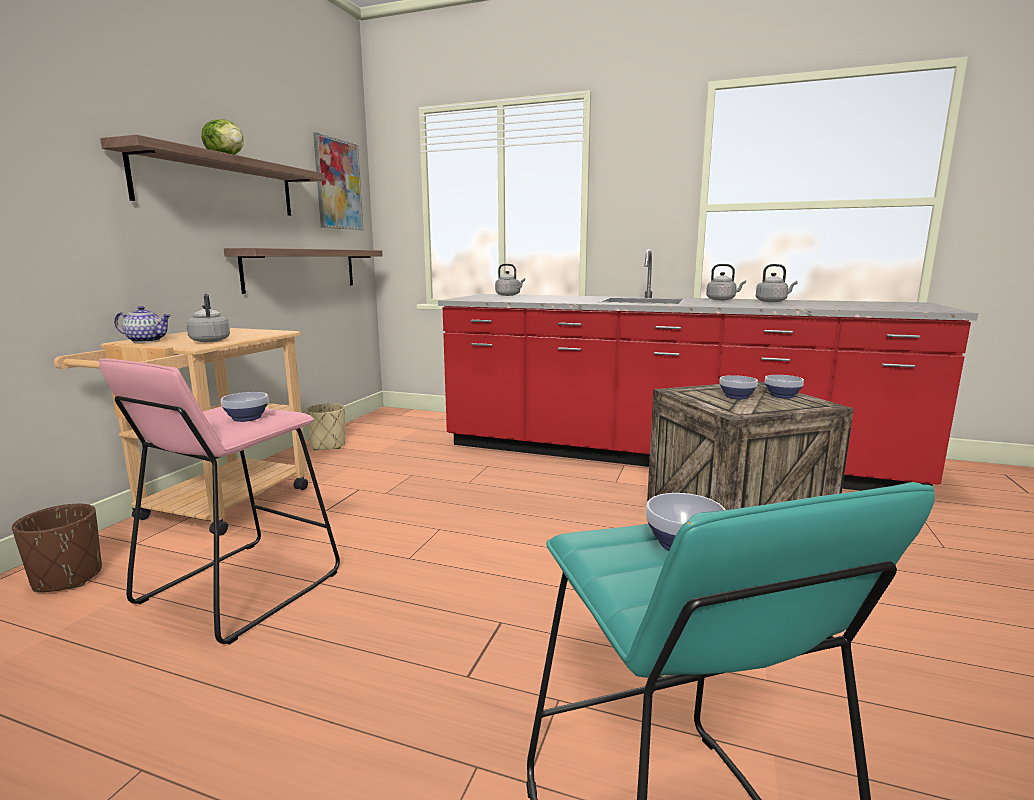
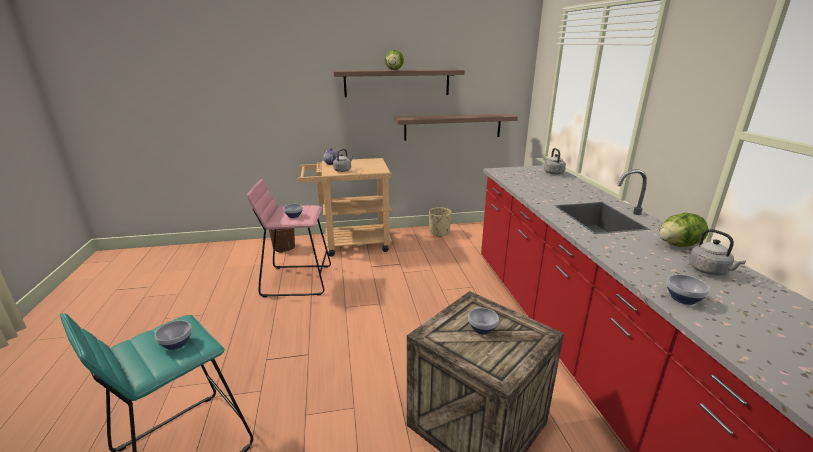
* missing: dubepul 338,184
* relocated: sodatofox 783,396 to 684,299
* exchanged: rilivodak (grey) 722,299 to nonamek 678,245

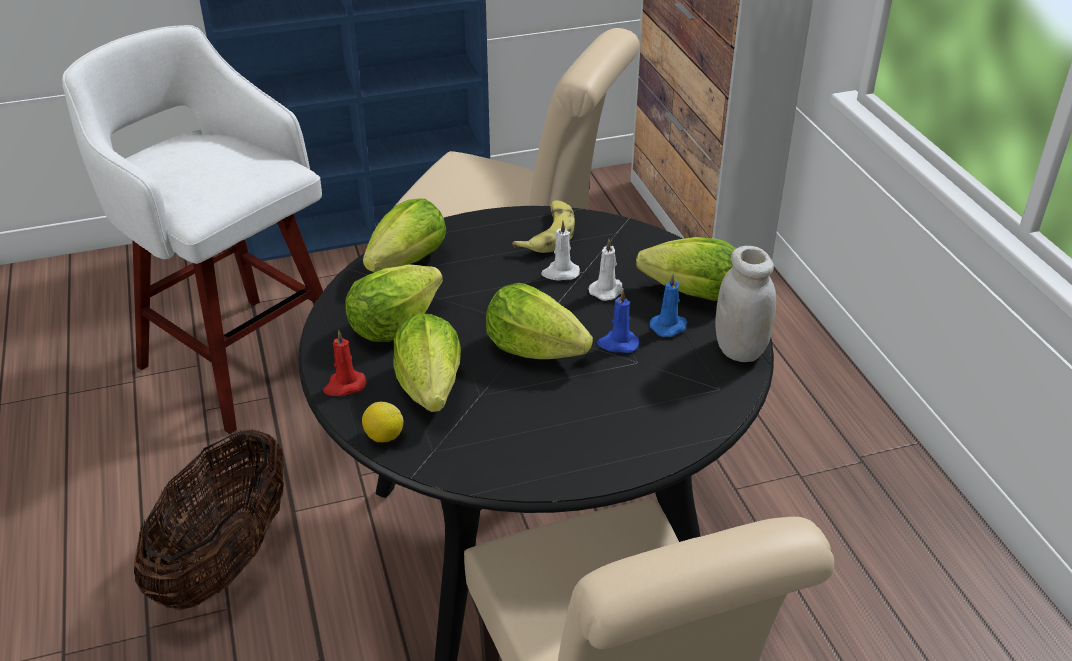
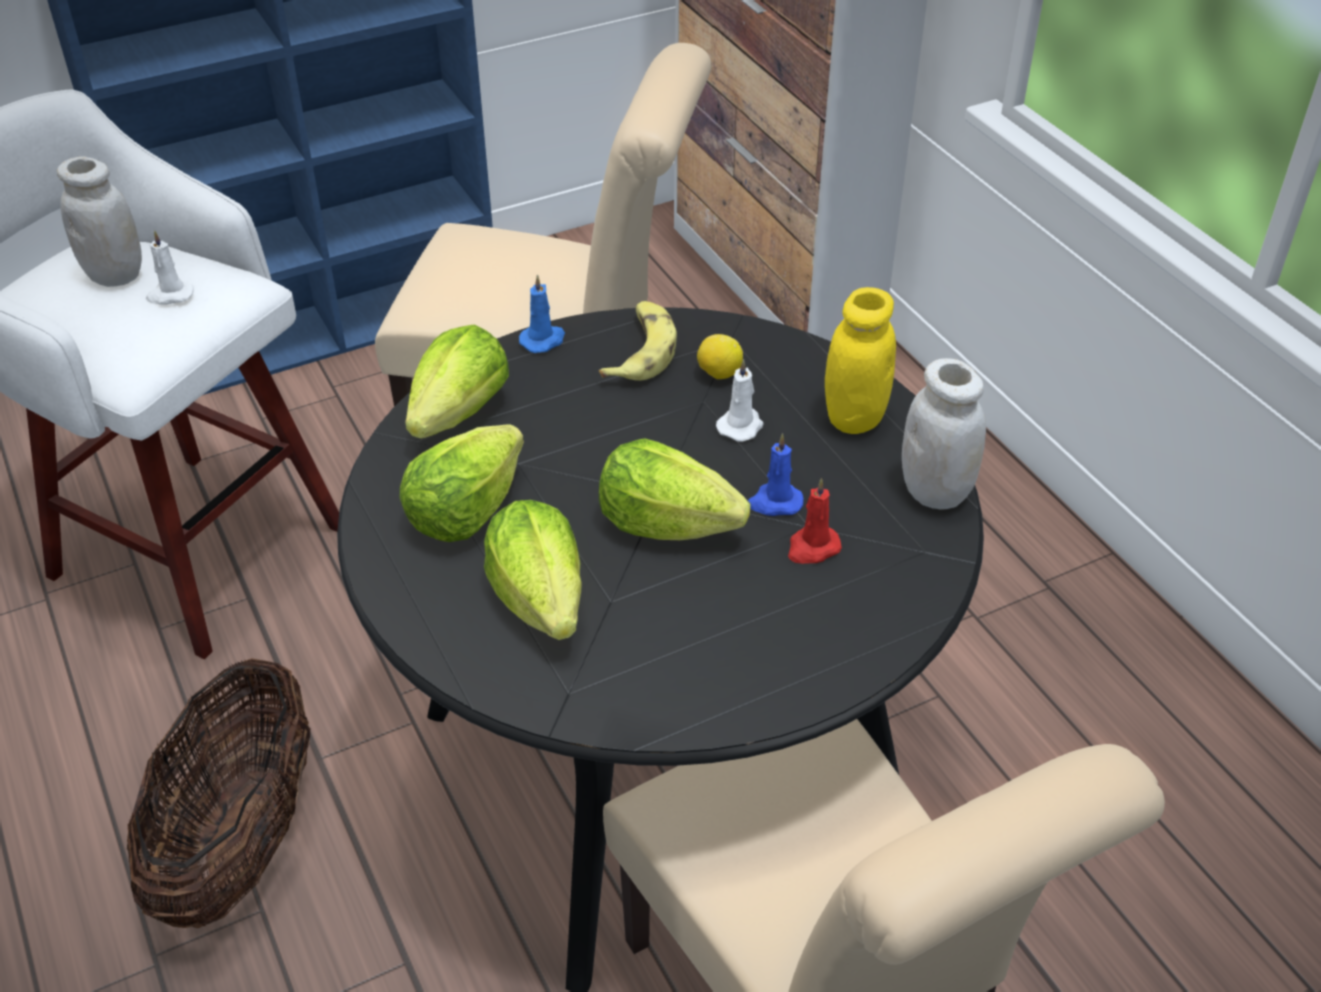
* appeared: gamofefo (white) 115,275
* relocated: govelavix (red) 344,386 to 812,548
* relocated: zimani 383,436 to 719,374
* relocated: govelavix (white) 560,273 to 170,295
* relocated: govelavix (blue) 669,326 to 543,340
* exchanged: nonamek 692,293 to gamofefo (yellow) 854,417

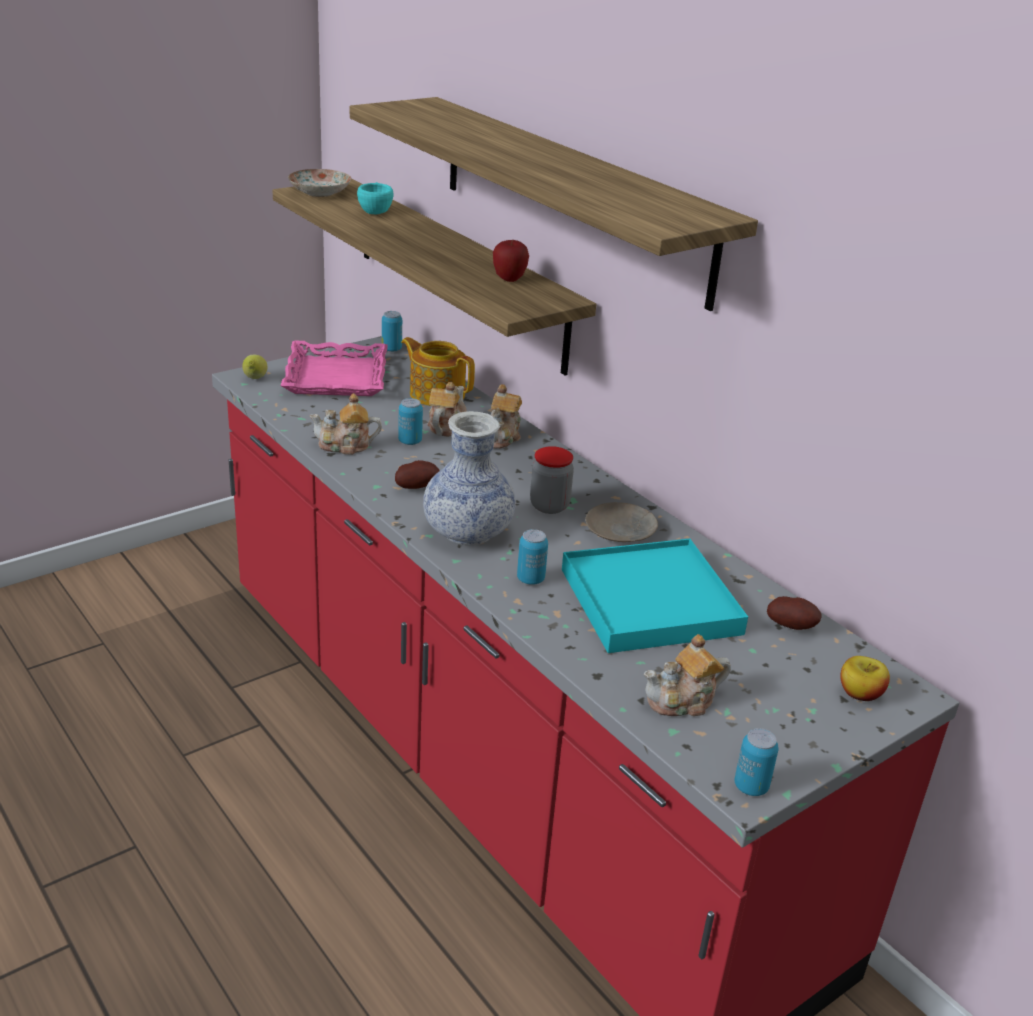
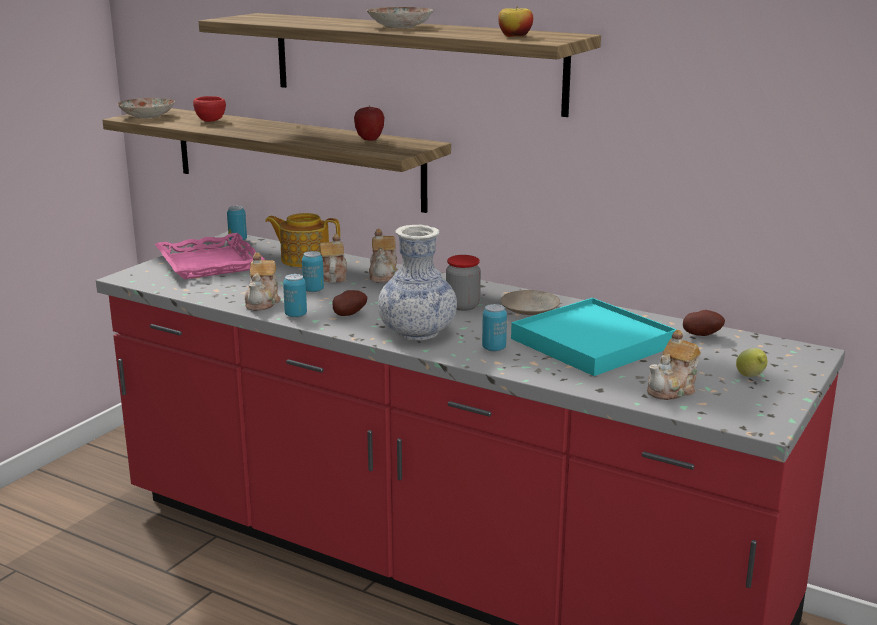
* appeared: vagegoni 400,27
* relocated: zimani 255,379 to 751,377
* relocated: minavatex 751,786 to 296,315
* relocated: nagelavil 860,694 to 515,36
* colour: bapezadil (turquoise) 375,211 to bapezadil (red) 209,120
* spun: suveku 345,446 = 263,302 60 degrees counterclockwise

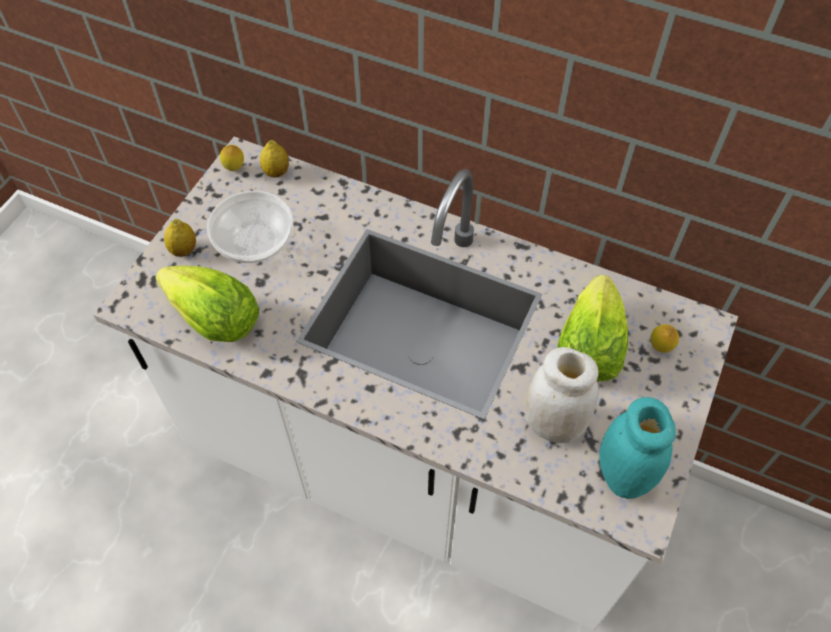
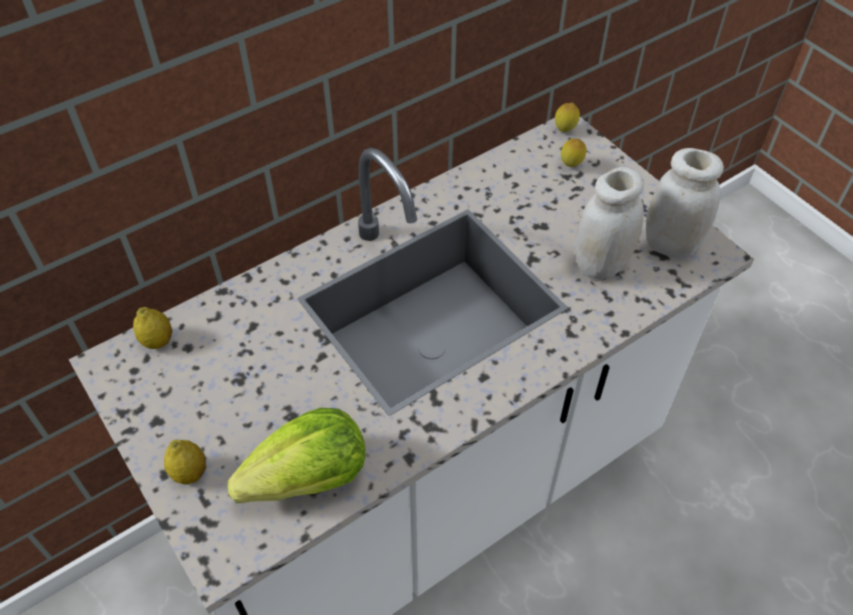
* missing: sodatofox 255,243
* missing: nonamek 589,348
* relocated: zimani 234,169 to 565,130
* colour: gamofefo (turquoise) 623,474 to gamofefo (white) 670,244

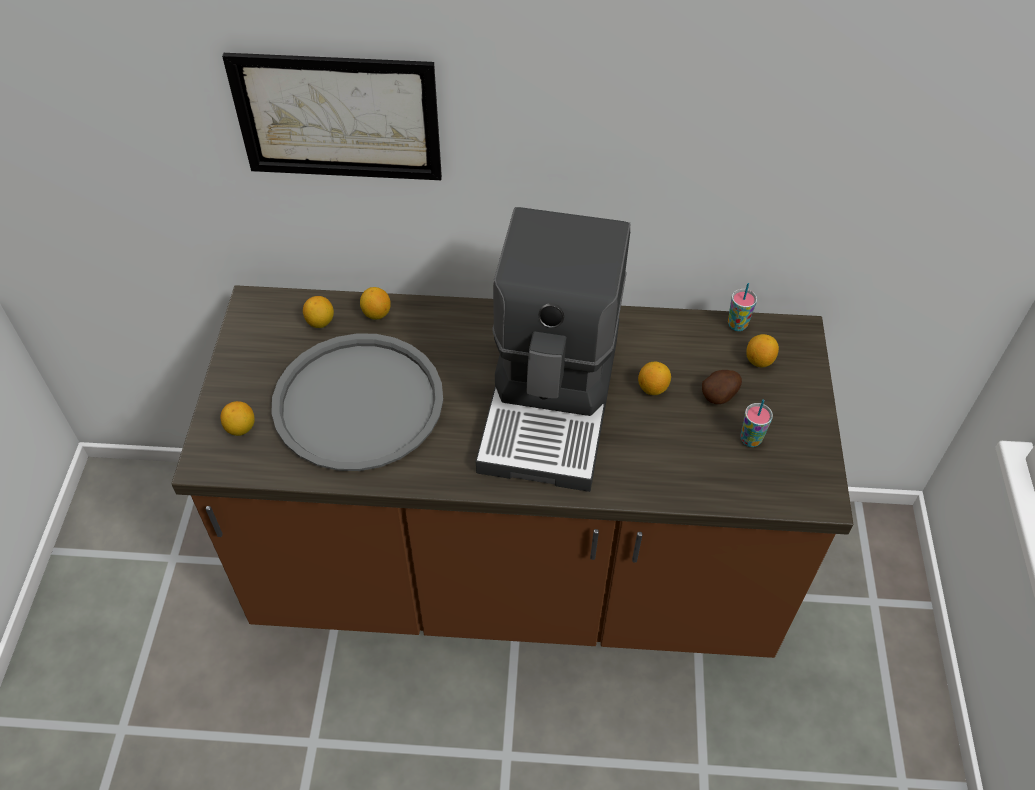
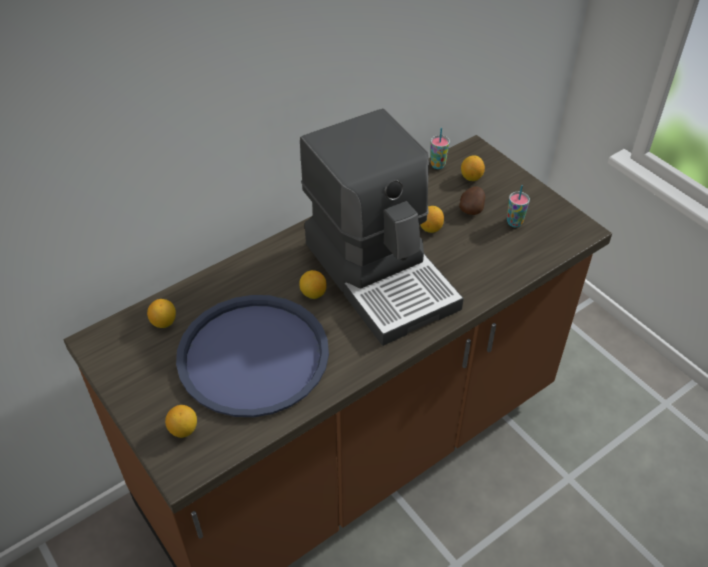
* missing: dubepul 338,117
* relocated: zimani 376,314 to 313,294
* colour: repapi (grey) 359,403 to repapi (blue) 253,356

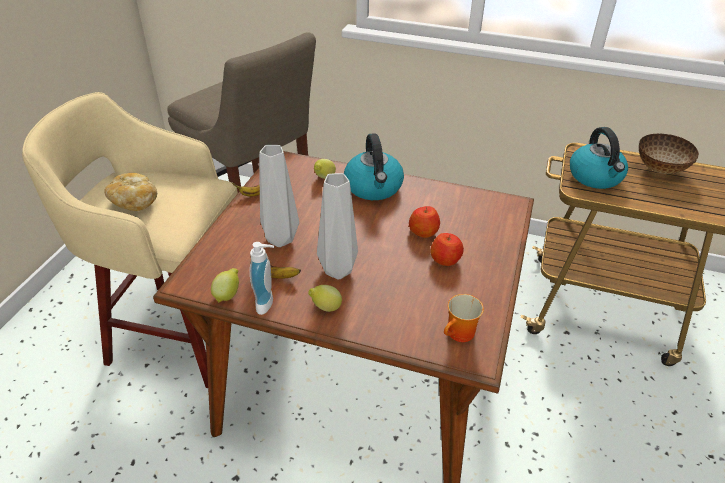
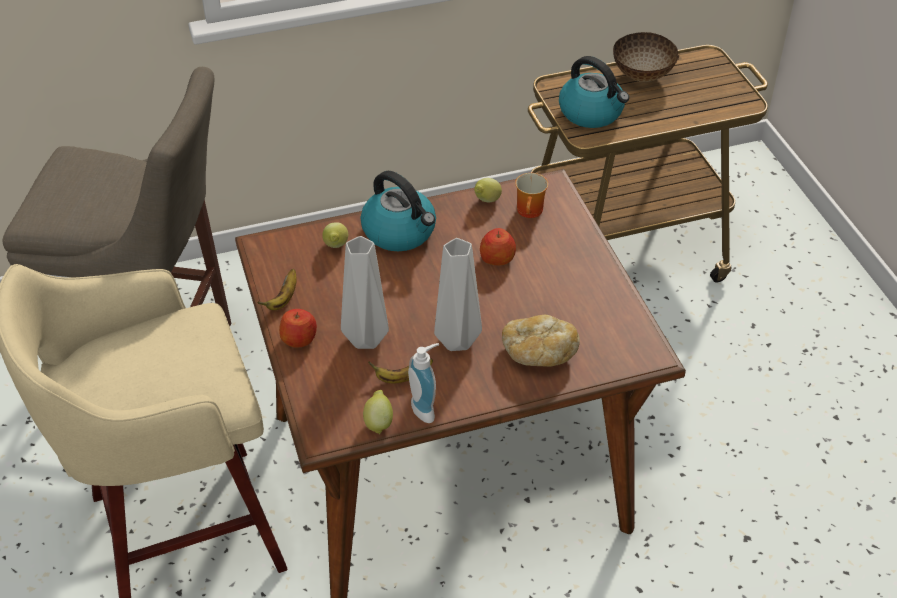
* relocated: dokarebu 134,202 to 538,353
* relocated: zimani 325,308 to 486,201
* relocated: nagelavil 445,259 to 299,339
* relocated: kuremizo 460,335 to 531,212

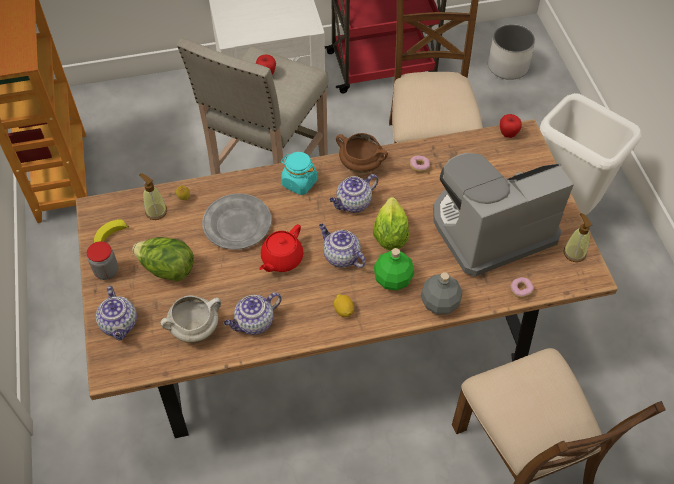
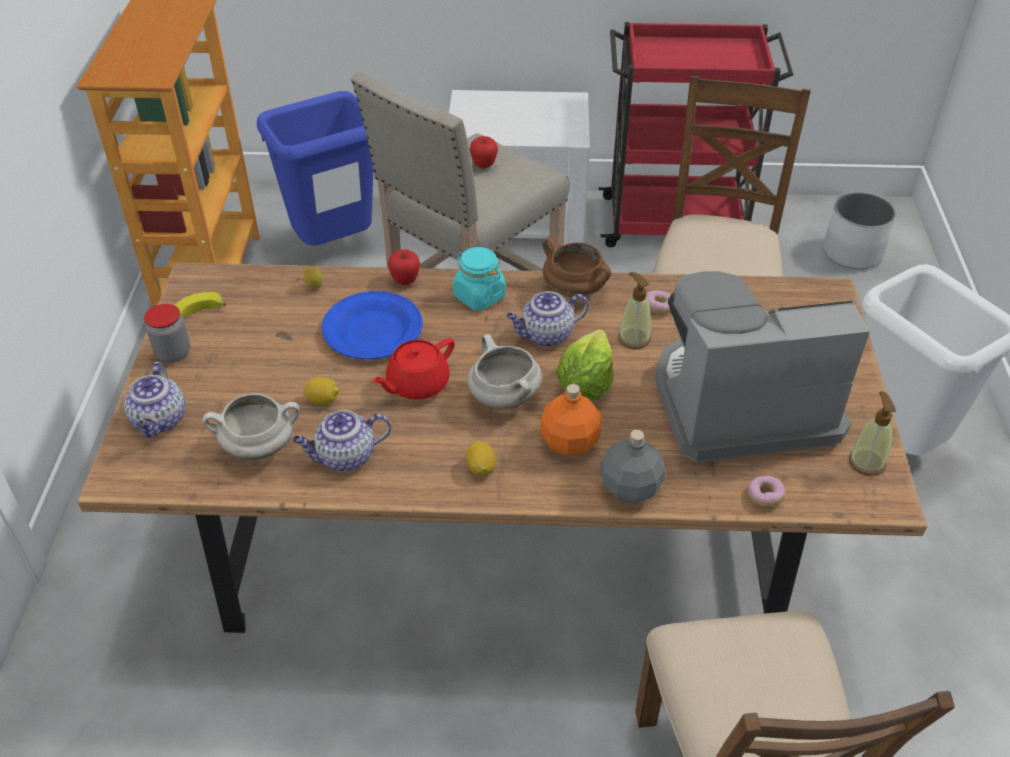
* missing: nonamek 167,269
* appeared: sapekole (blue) 333,247
* appeared: zimani 323,400
* relocated: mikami 156,211 to 634,338
* relocated: nagelavil 508,134 to 405,281
* exchanged: suveku 340,256 to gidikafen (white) 503,397
* colour: vagegoni (grey) 237,224 to vagegoni (blue) 373,330
* colour: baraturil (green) 393,279 to baraturil (orange) 570,441

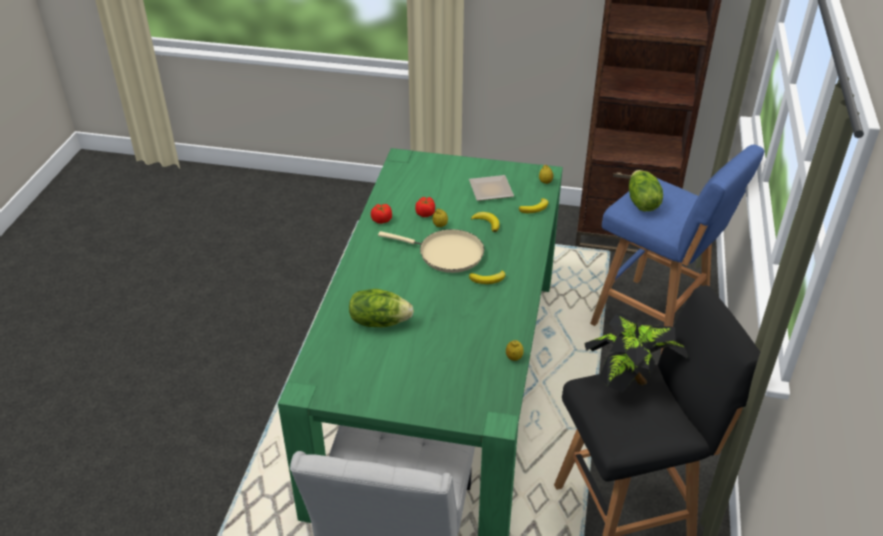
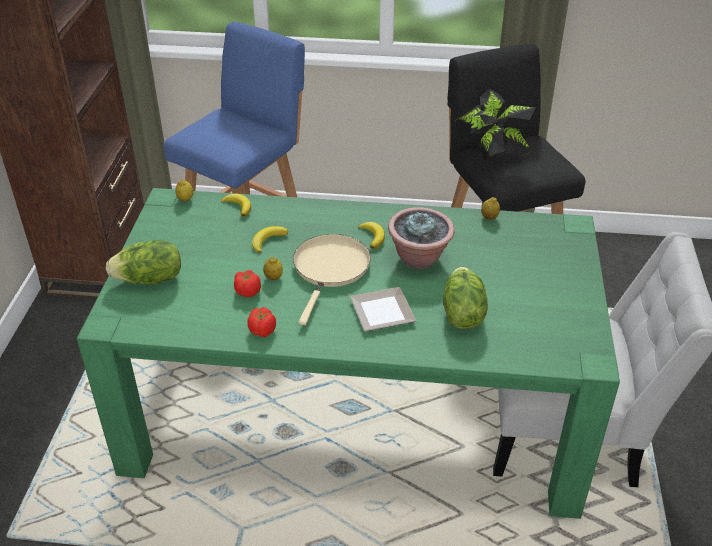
* appeared: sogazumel 419,258
* relocated: vagegoni 490,191 to 384,313
* relocated: nonamek 641,202 to 149,280

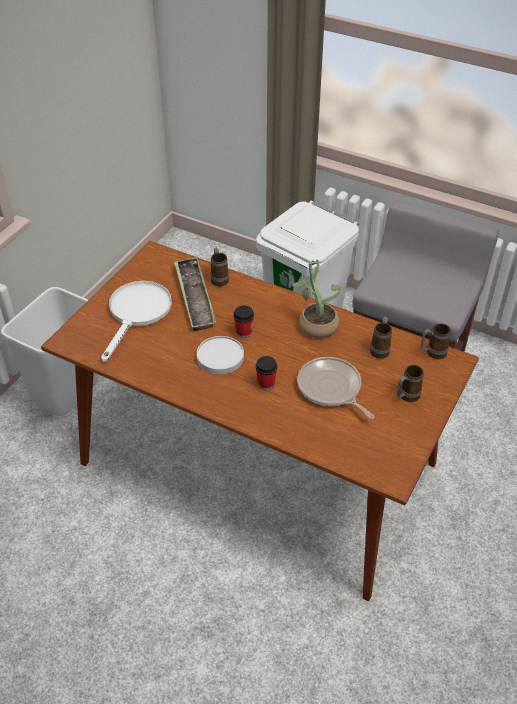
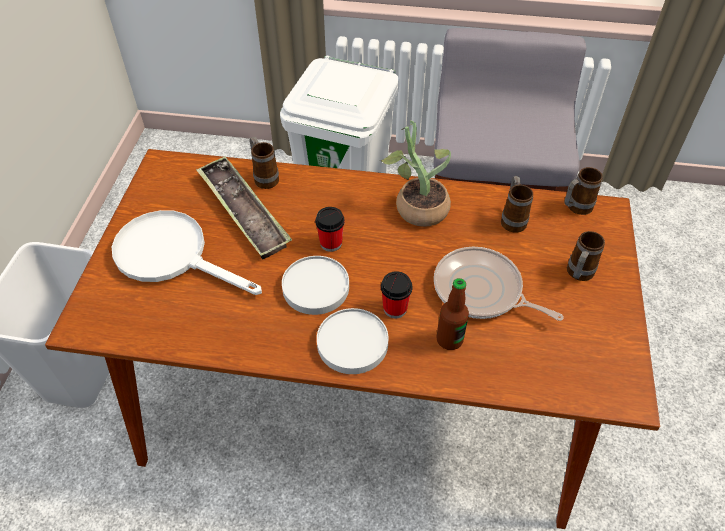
* appeared: vagegoni (white) 352,344
* appeared: baraturil 449,340
* spun: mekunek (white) 137,313 = 172,255 60 degrees counterclockwise

